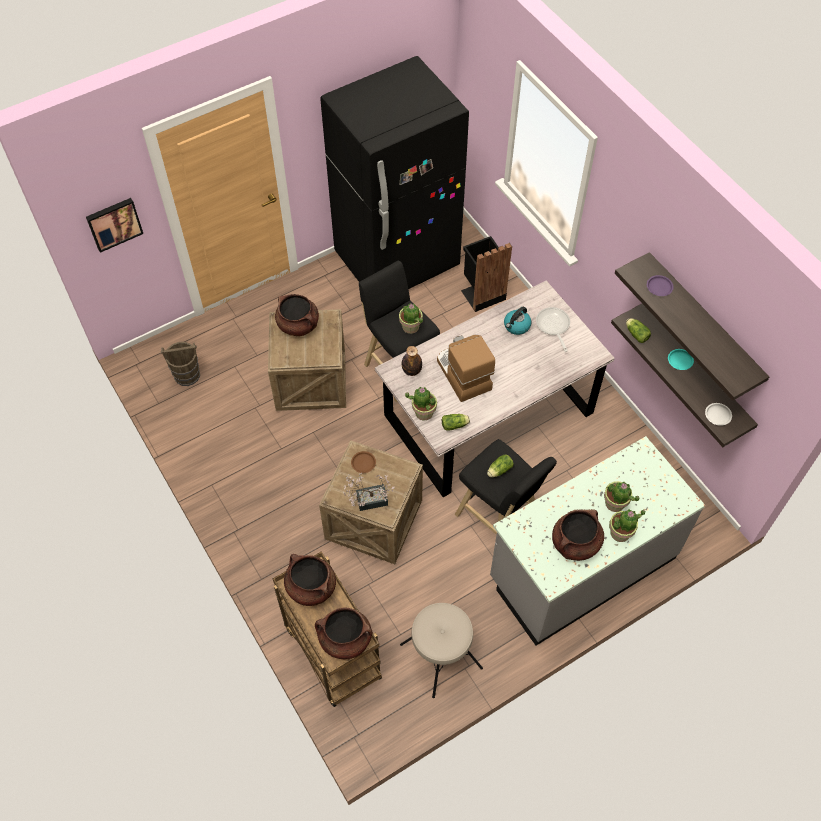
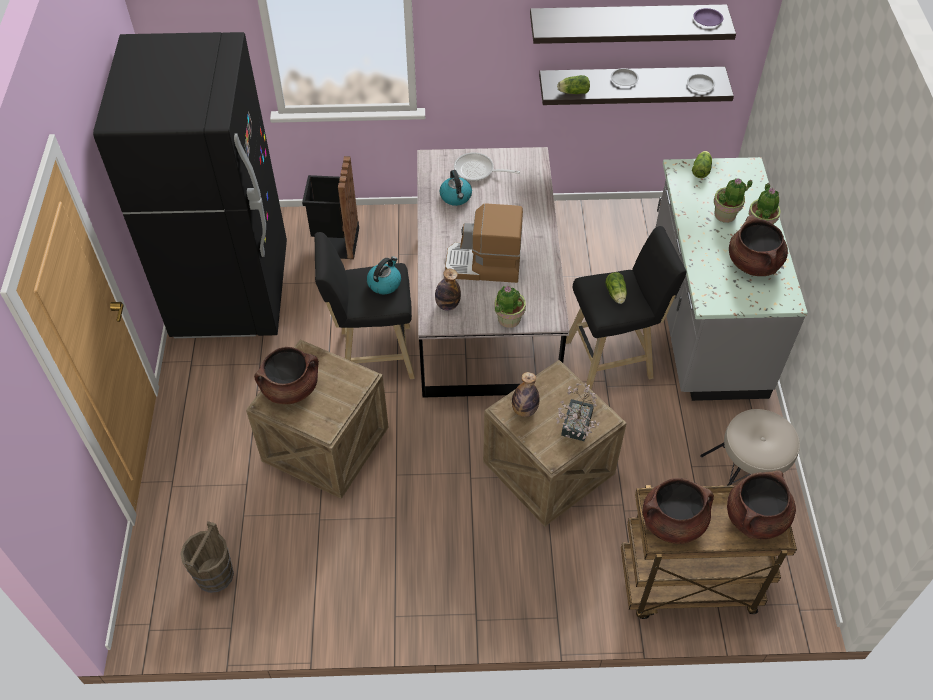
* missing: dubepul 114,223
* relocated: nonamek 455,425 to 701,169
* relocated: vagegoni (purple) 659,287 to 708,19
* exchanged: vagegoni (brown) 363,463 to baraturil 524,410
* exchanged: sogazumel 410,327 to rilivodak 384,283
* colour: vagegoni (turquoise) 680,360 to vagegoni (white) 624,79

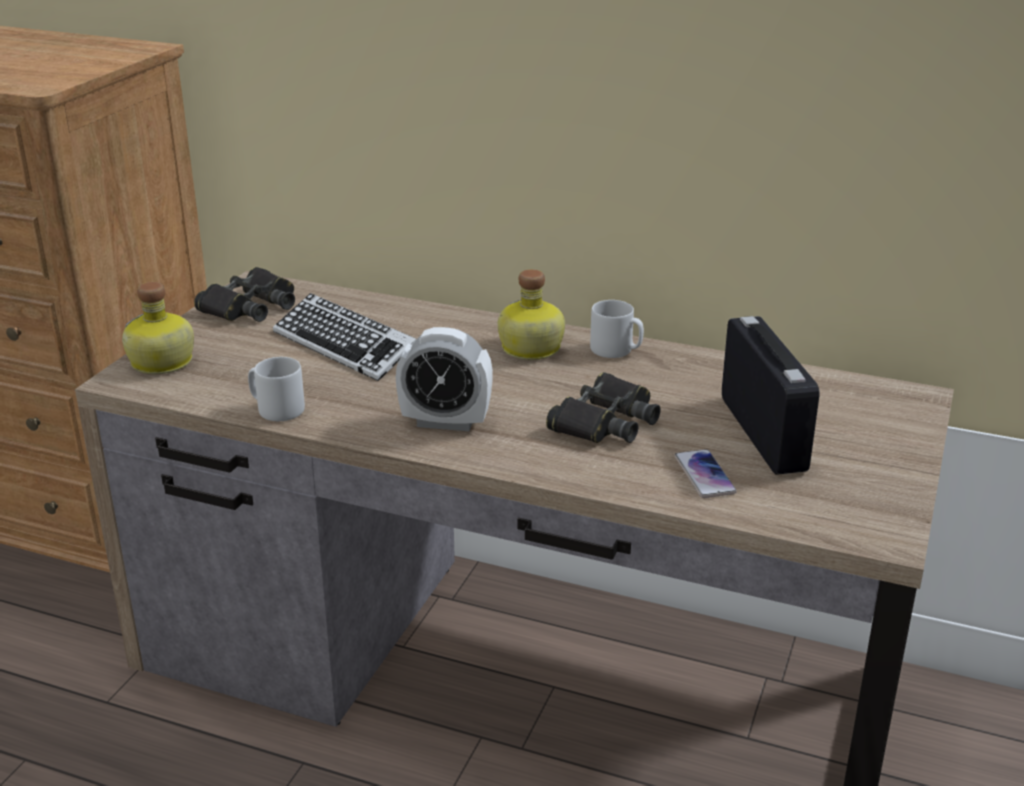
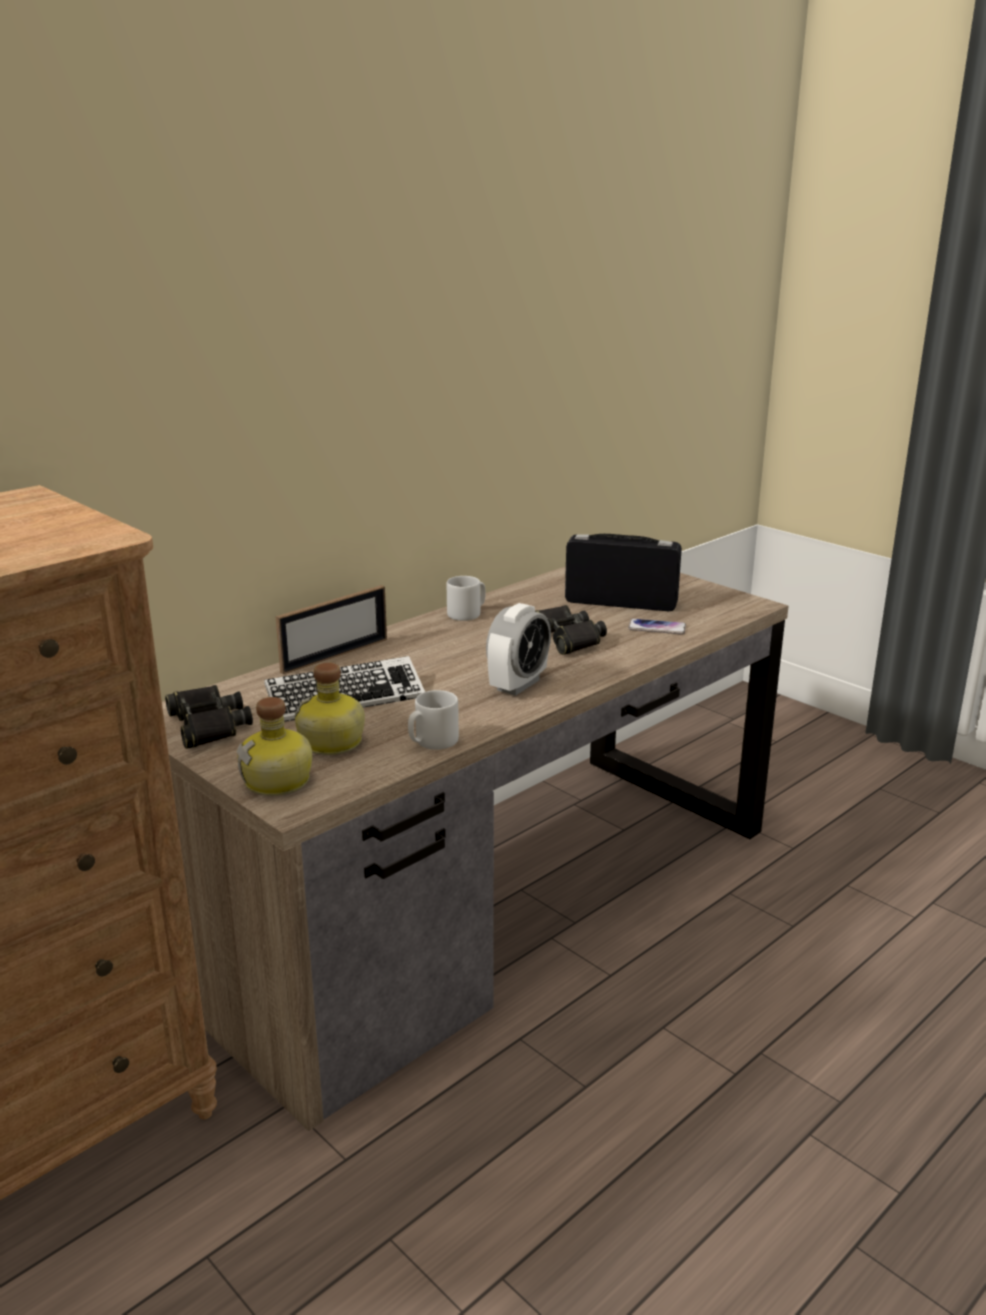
* appeared: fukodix 335,655
* relocated: baraturil 529,349 to 332,743

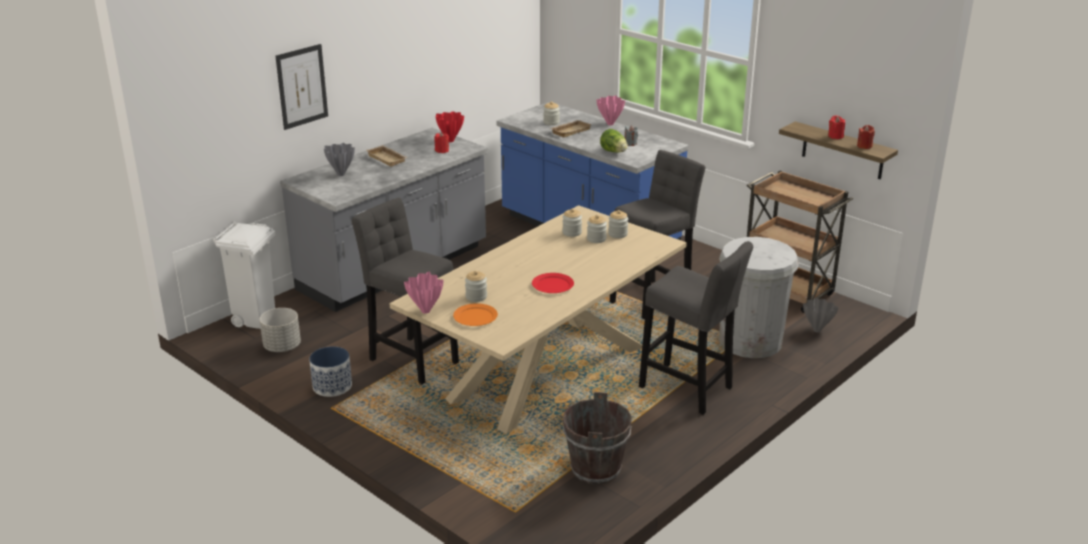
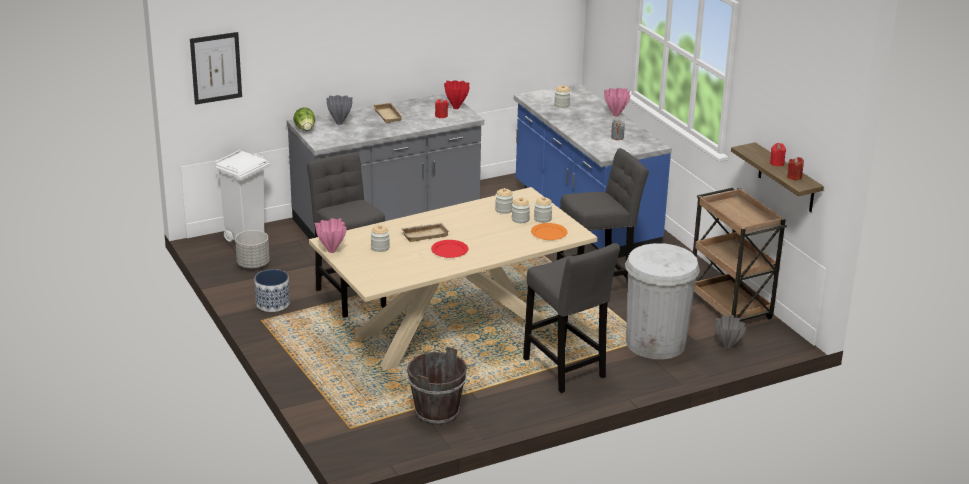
* relocated: dubepul 302,86 to 216,68
* relocated: vagegoni (orange) 475,317 to 548,233
* relocated: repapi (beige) 570,131 to 425,234
* relocated: nonamek 614,152 to 305,130

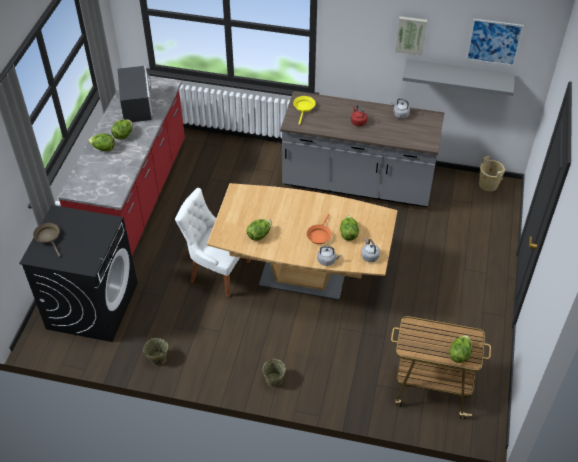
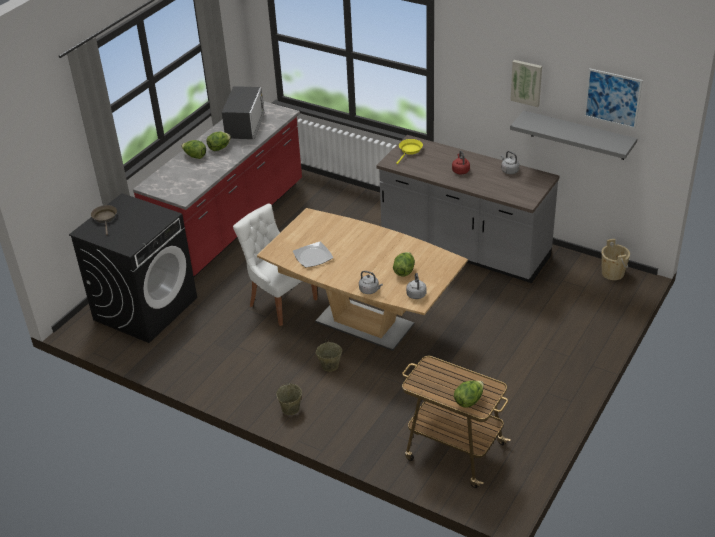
* missing: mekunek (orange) 319,235
* relocated: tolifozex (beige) 157,358 to 329,365
* exchanged: nonamek 259,235 to vagegoni 312,256

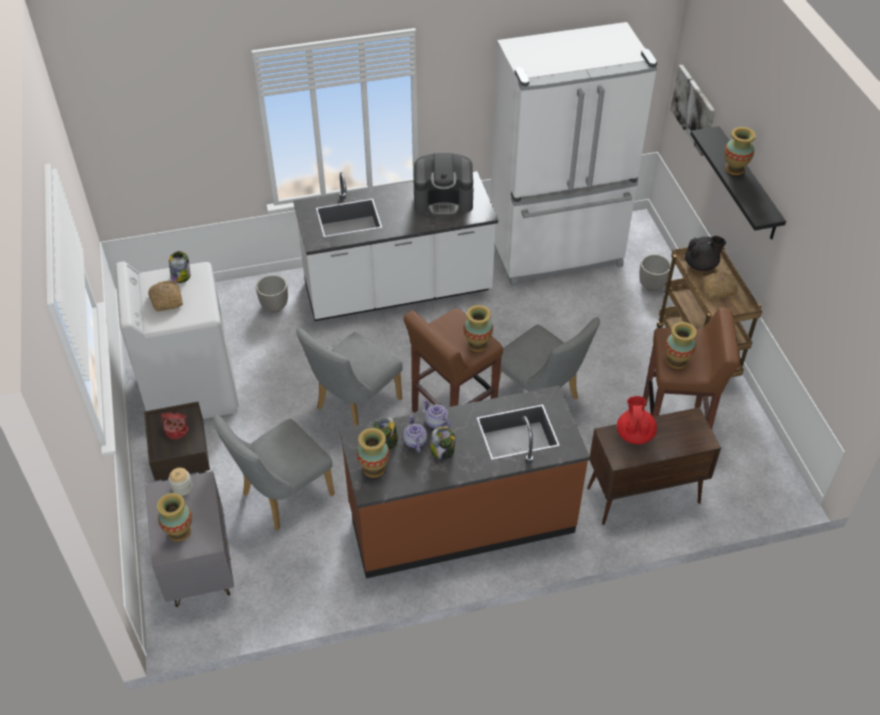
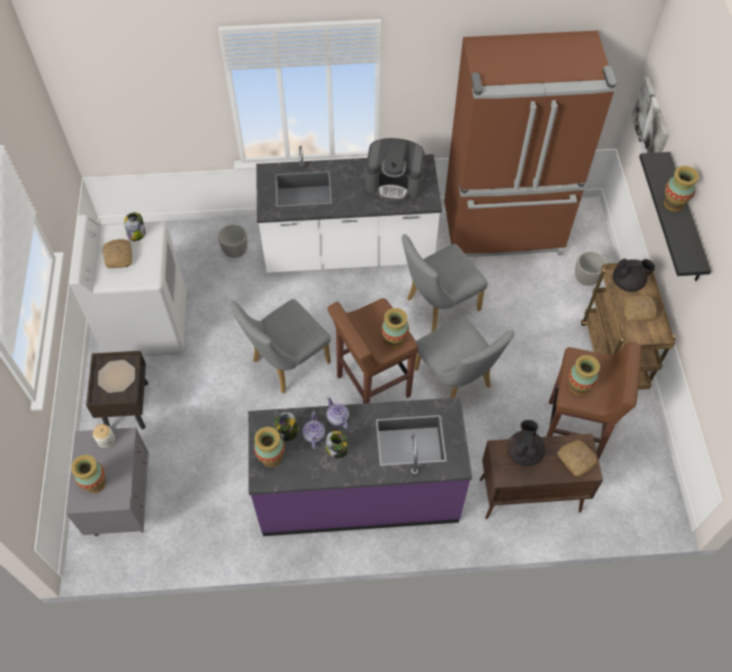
* appeared: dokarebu 575,459
* relocated: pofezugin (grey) 282,497 to 438,306
* exchanged: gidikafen 177,430 to vagegoni 116,376
* colour: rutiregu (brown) 461,519 to rutiregu (purple) 358,492
* colour: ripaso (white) 557,253 to ripaso (brown) 504,232
* colour: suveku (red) 634,434 to suveku (black) 524,452

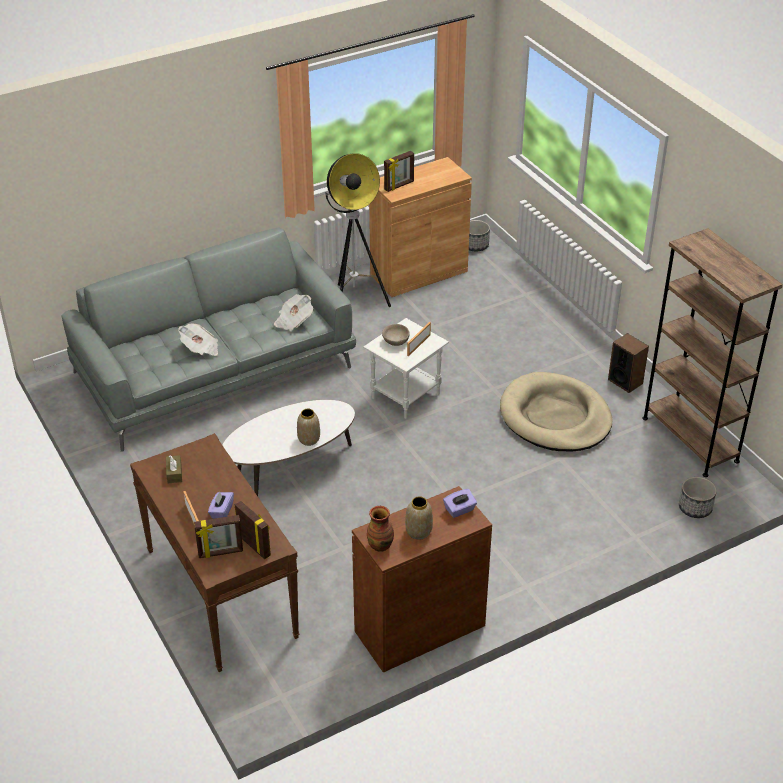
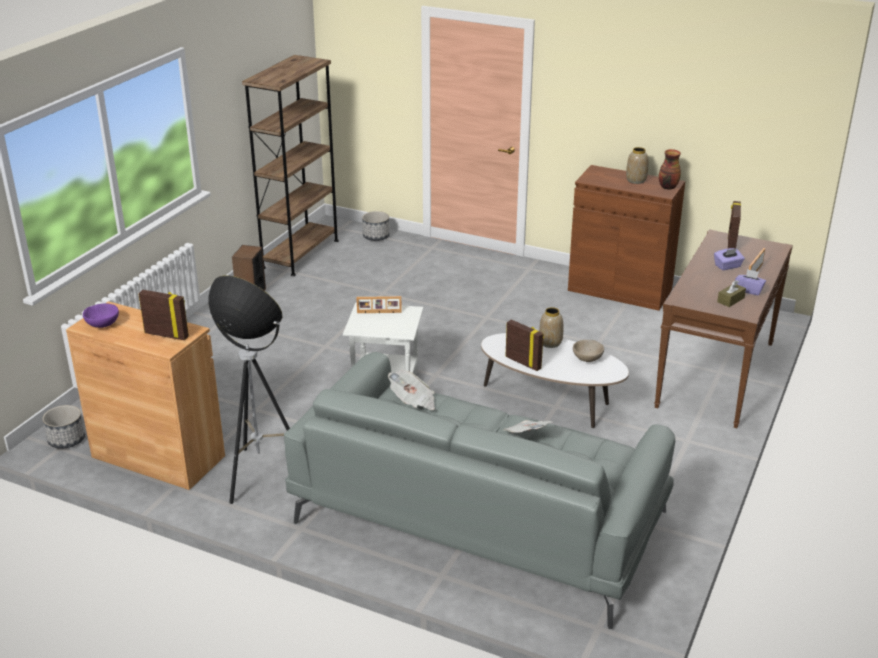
* missing: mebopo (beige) 555,417
* appeared: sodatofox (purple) 103,324
* relocated: fukodix 220,553 to 523,362
* relocated: sodatofox (beige) 395,341 to 587,359
* relocated: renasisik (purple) 459,510 to 749,290

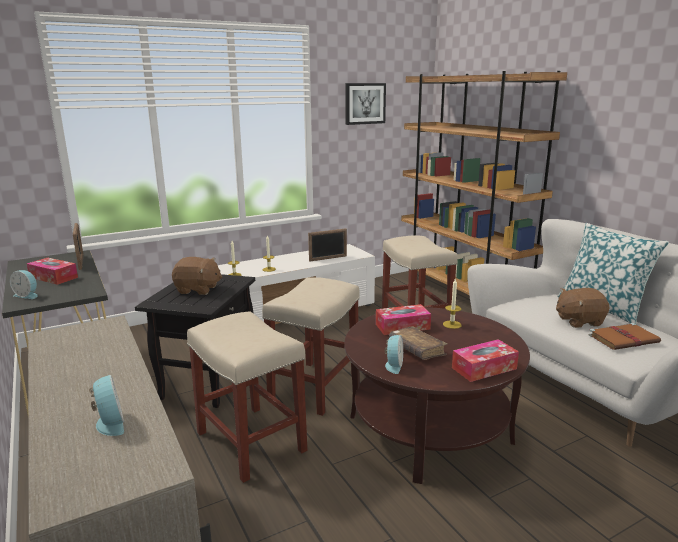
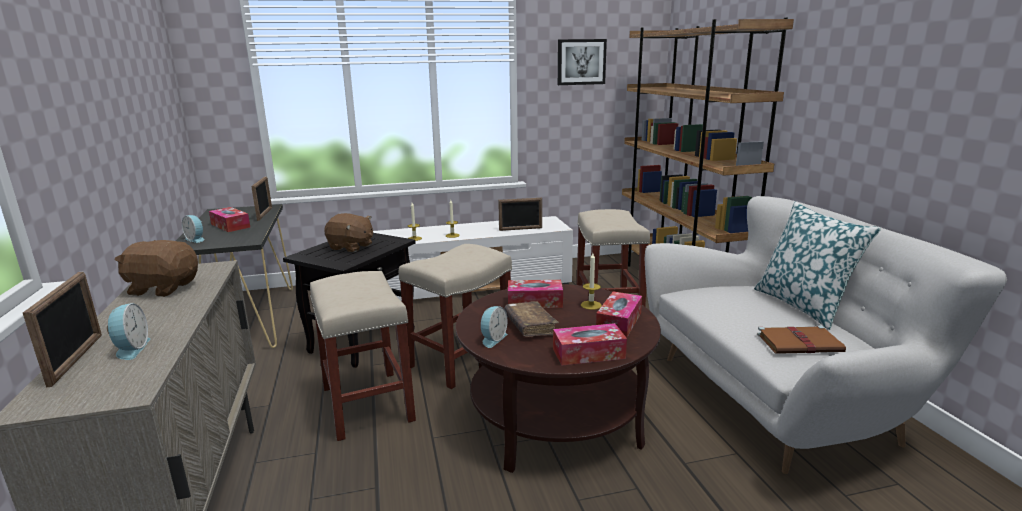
* appeared: fukodix 77,359
* appeared: renasisik 619,322
* relocated: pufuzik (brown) 579,321 to 163,288

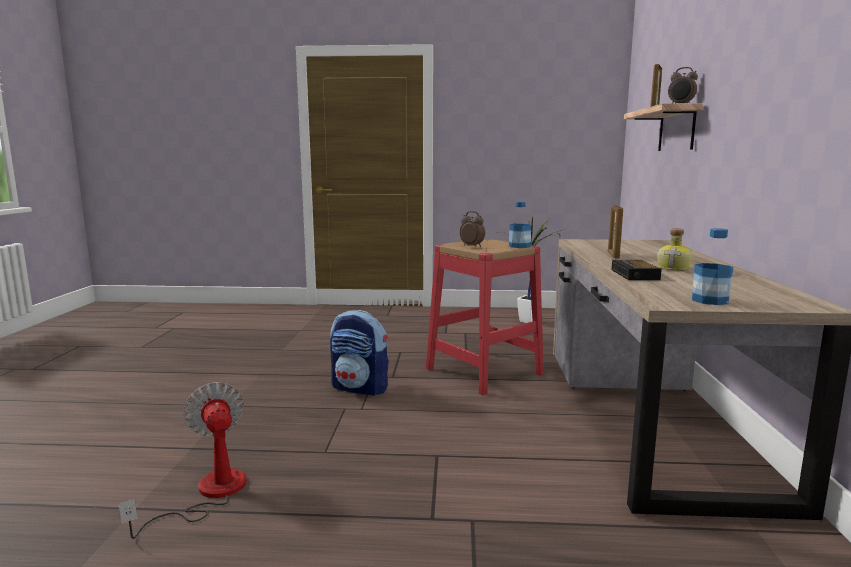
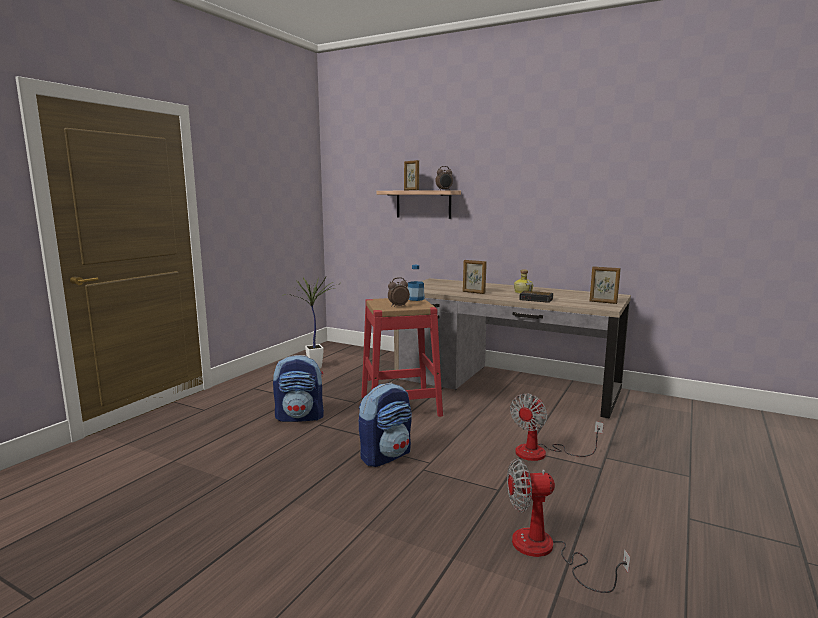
* appeared: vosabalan 300,417
* appeared: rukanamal 542,453
* exchanged: baraturil 709,300 to fukodix 603,302

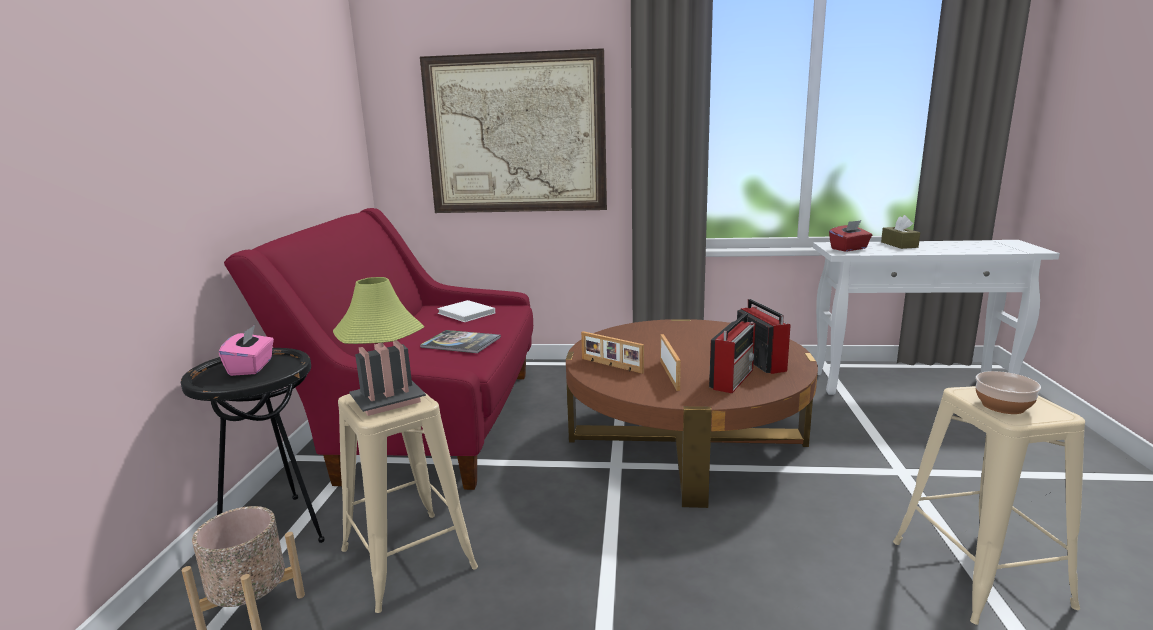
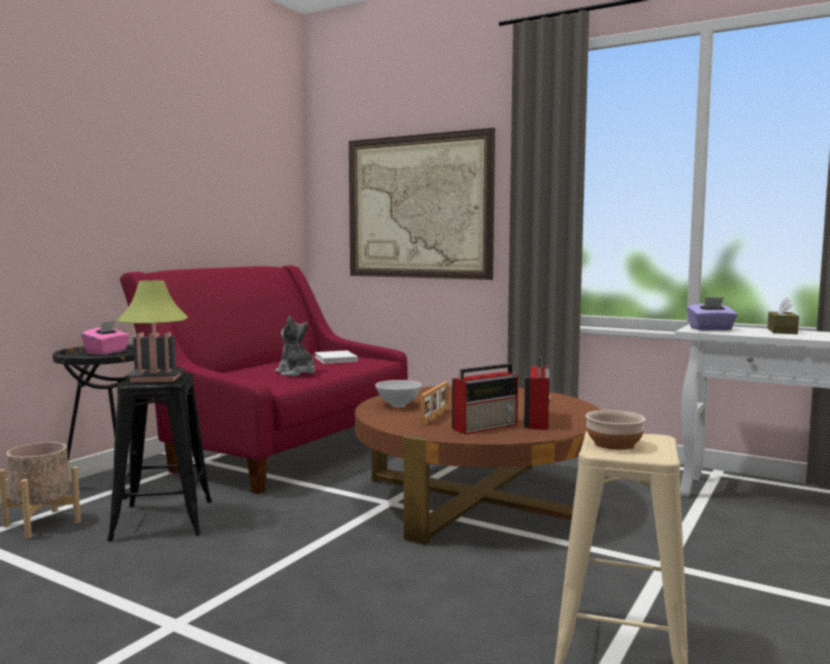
* exchanged: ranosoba 461,343 to pufuzik 296,373
* exchanged: fukodix 611,366 to sodatofox (white) 398,405
* colour: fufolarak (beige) 408,559 to fufolarak (black) 163,520
* colour: renasisik (red) 849,249 to renasisik (purple) 711,329

